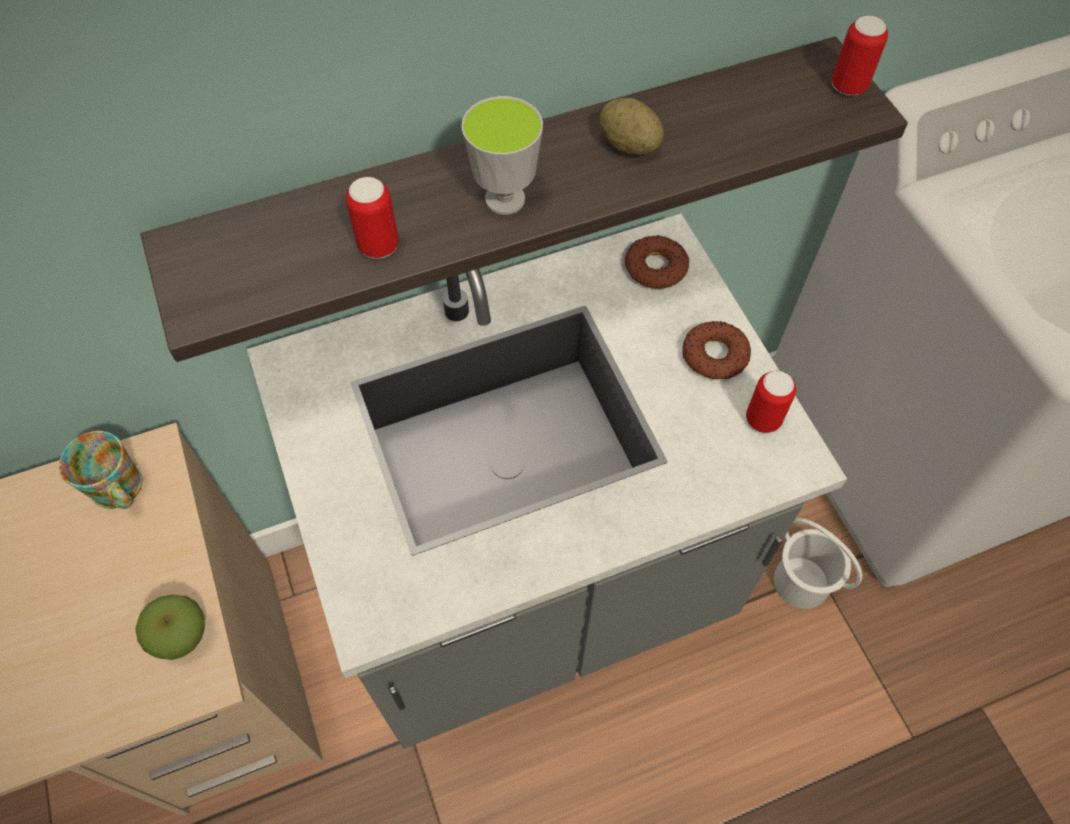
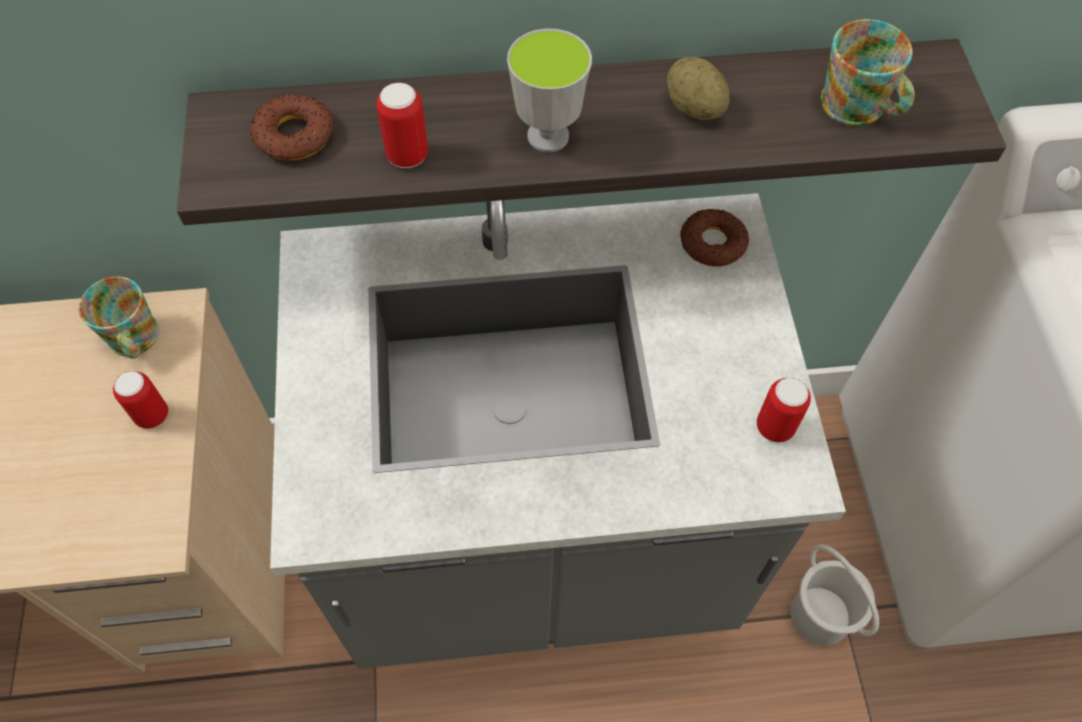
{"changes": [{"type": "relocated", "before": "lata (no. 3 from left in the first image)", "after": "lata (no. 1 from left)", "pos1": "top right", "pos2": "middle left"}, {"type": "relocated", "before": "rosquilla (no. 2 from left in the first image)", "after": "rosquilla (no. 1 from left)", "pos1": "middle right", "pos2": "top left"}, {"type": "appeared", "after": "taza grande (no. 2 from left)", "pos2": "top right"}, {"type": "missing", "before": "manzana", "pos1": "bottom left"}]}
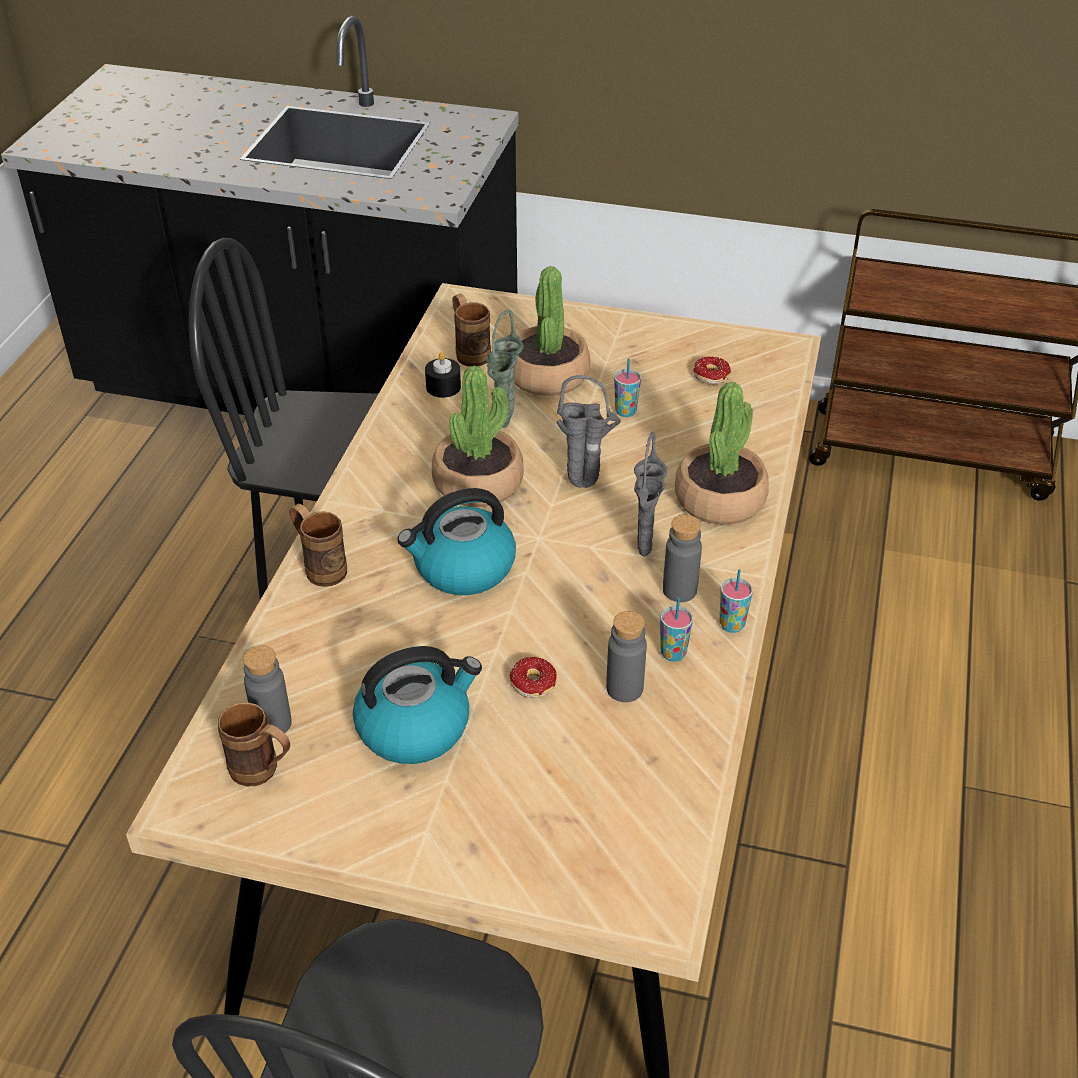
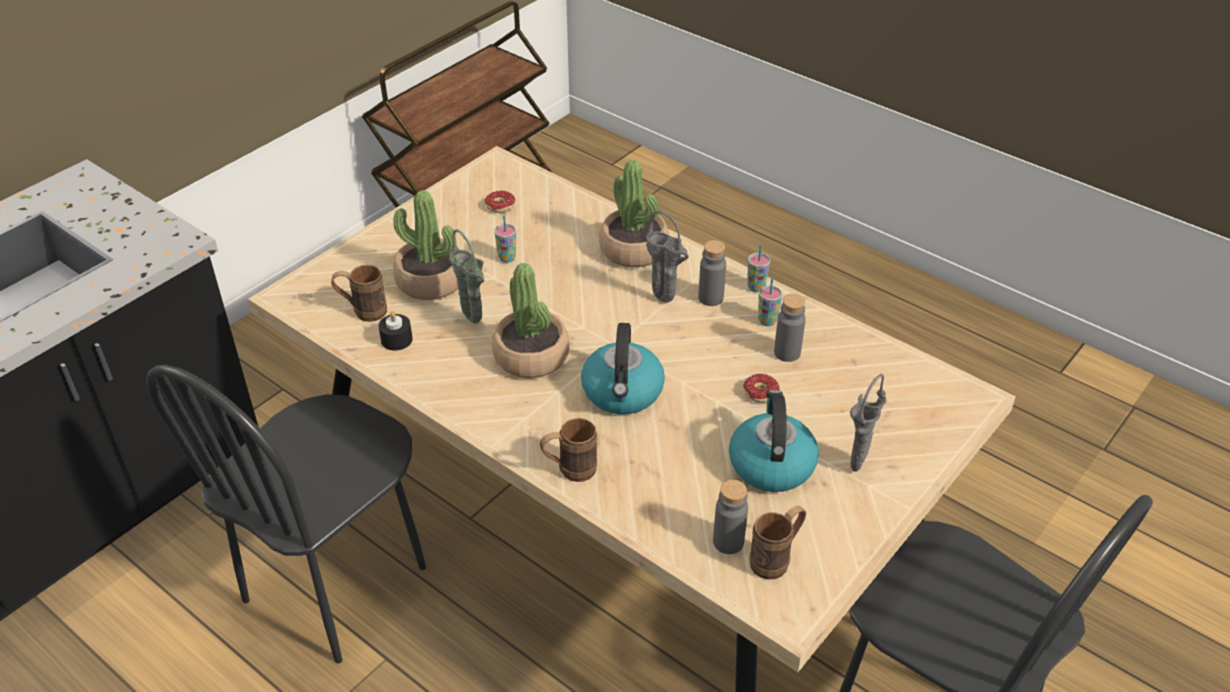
{"changes": [{"type": "relocated", "before": "florero/gris (no. 1 from left in the first image)", "after": "florero/gris (no. 2 from left)", "pos1": "centre", "pos2": "middle right"}]}
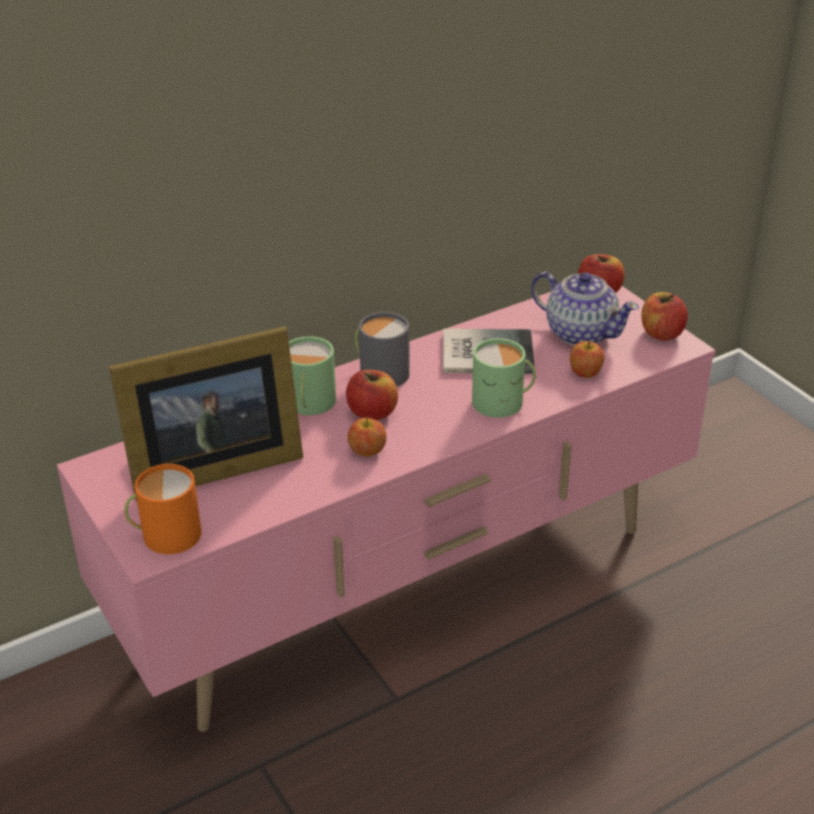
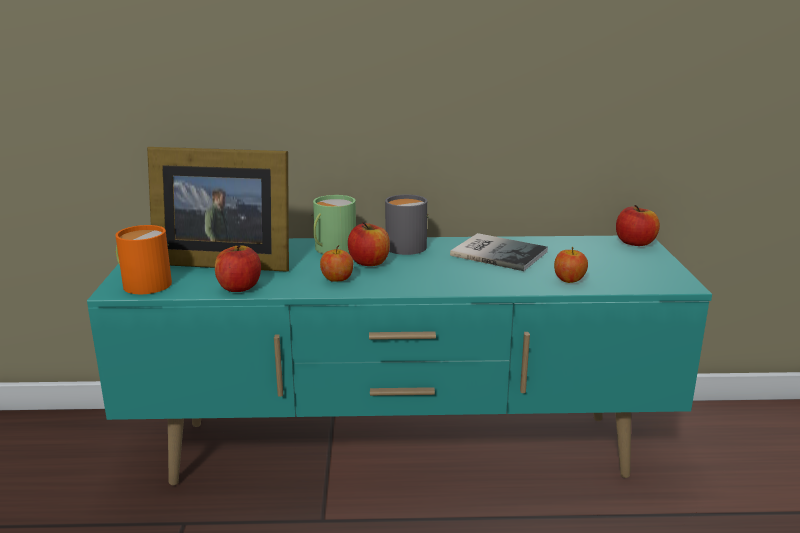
{"changes": [{"type": "colour", "before": "mueble de televisión/rosa", "after": "mueble de televisión/turquesa", "pos1": "centre", "pos2": "bottom centre"}, {"type": "relocated", "before": "manzana (no. 5 from left in the first image)", "after": "manzana (no. 1 from left)", "pos1": "middle right", "pos2": "middle left"}, {"type": "missing", "before": "taza grande/verde (no. 2 from left)", "pos1": "centre"}, {"type": "missing", "before": "tetera", "pos1": "middle right"}]}
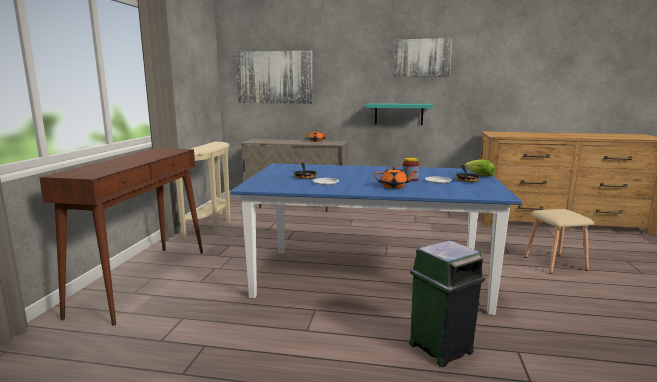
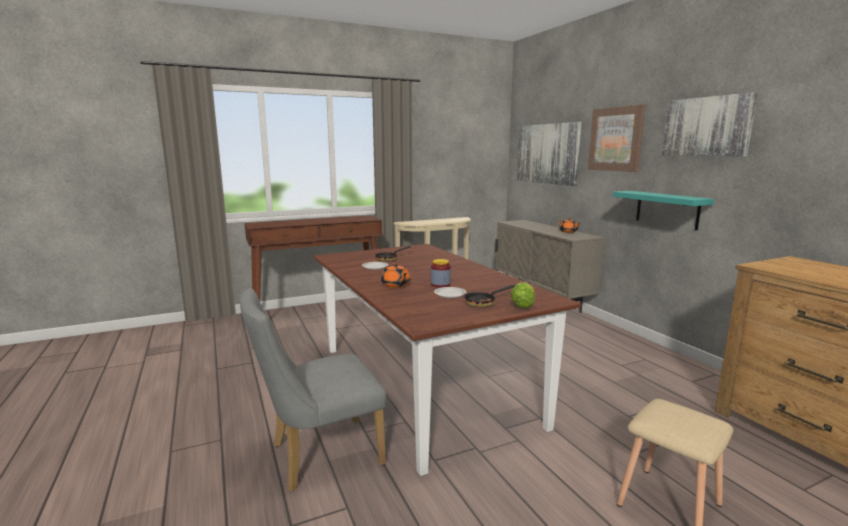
{"changes": [{"type": "exchanged", "before": "papelera/verde", "after": "silla/gris", "pos1": "bottom right", "pos2": "bottom centre"}, {"type": "colour", "before": "mesa de comedor/azul", "after": "mesa de comedor/marrón", "pos1": "centre", "pos2": "bottom centre"}, {"type": "appeared", "after": "cuadro (no. 2 from left)", "pos2": "top right"}]}
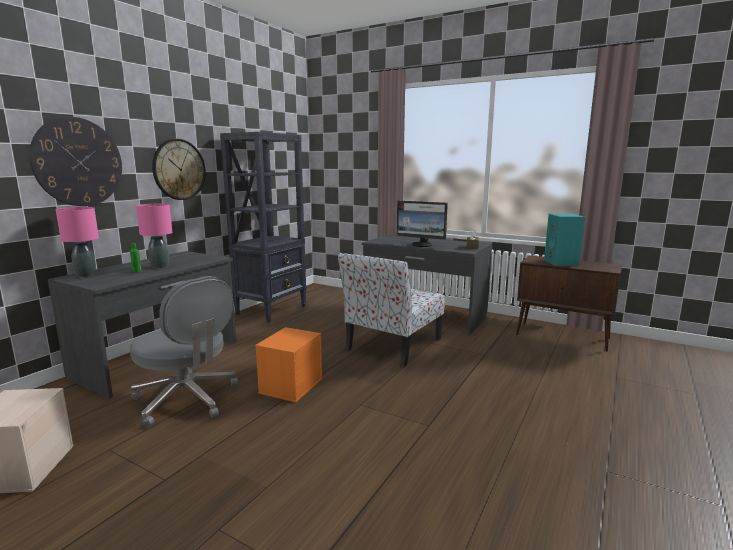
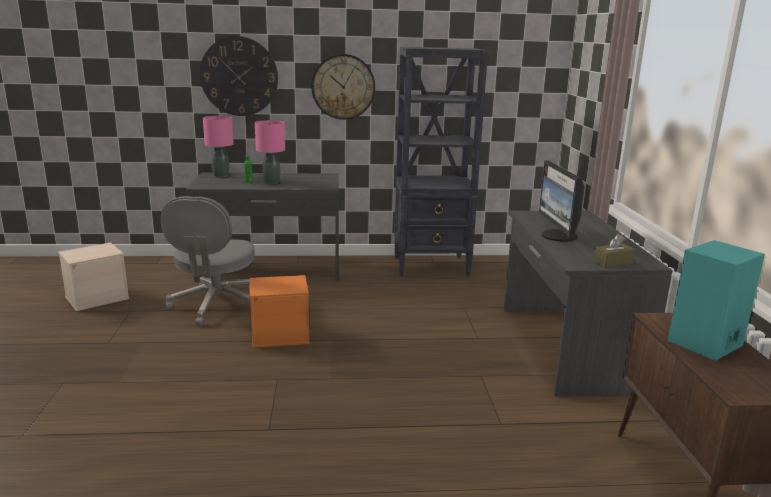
{"changes": [{"type": "missing", "before": "silla", "pos1": "centre"}]}
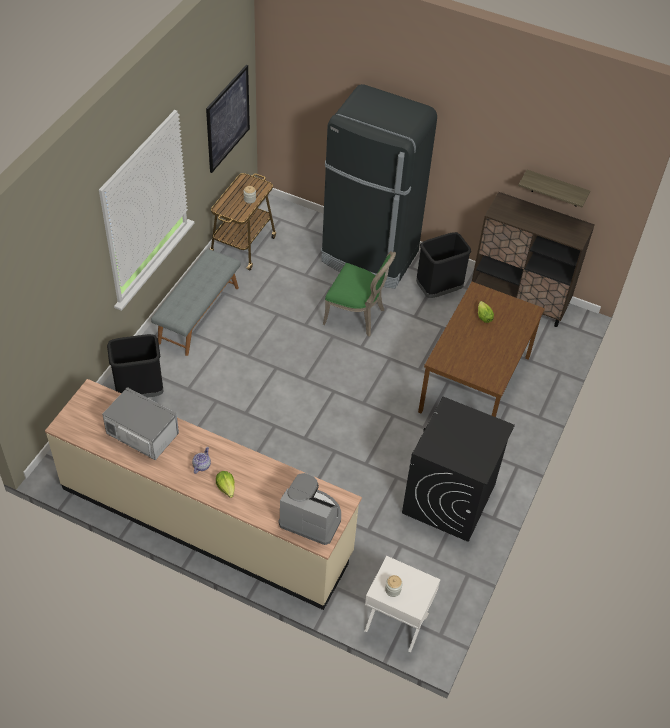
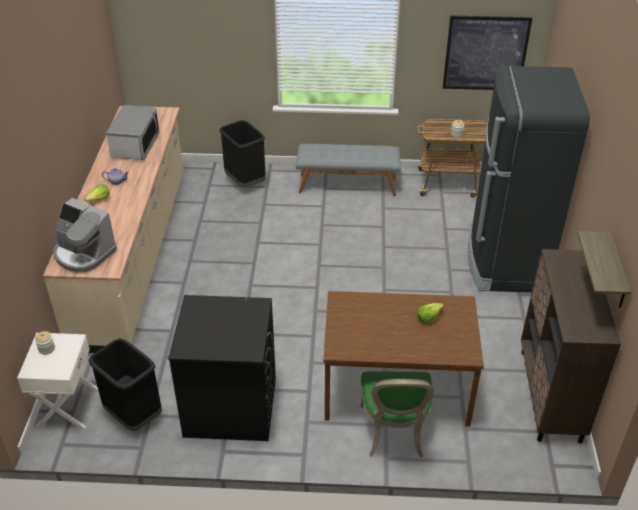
{"changes": [{"type": "spun", "before": "cafetera", "pos1": "bottom centre", "pos2": "middle left", "turn": 120}, {"type": "relocated", "before": "papelera/negro (no. 2 from left in the first image)", "after": "papelera/negro (no. 1 from left)", "pos1": "centre", "pos2": "bottom left"}, {"type": "relocated", "before": "silla/verde", "pos1": "centre", "pos2": "bottom centre"}]}
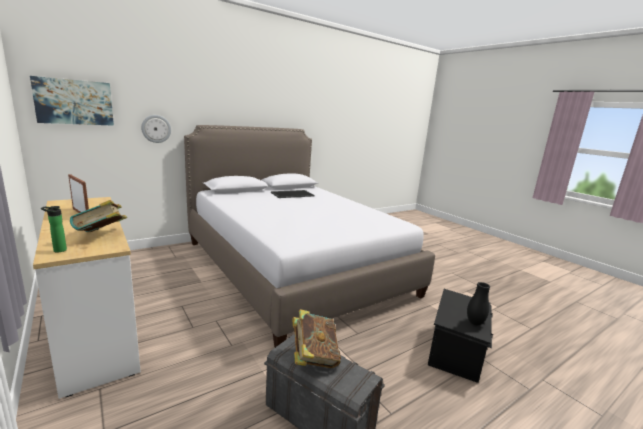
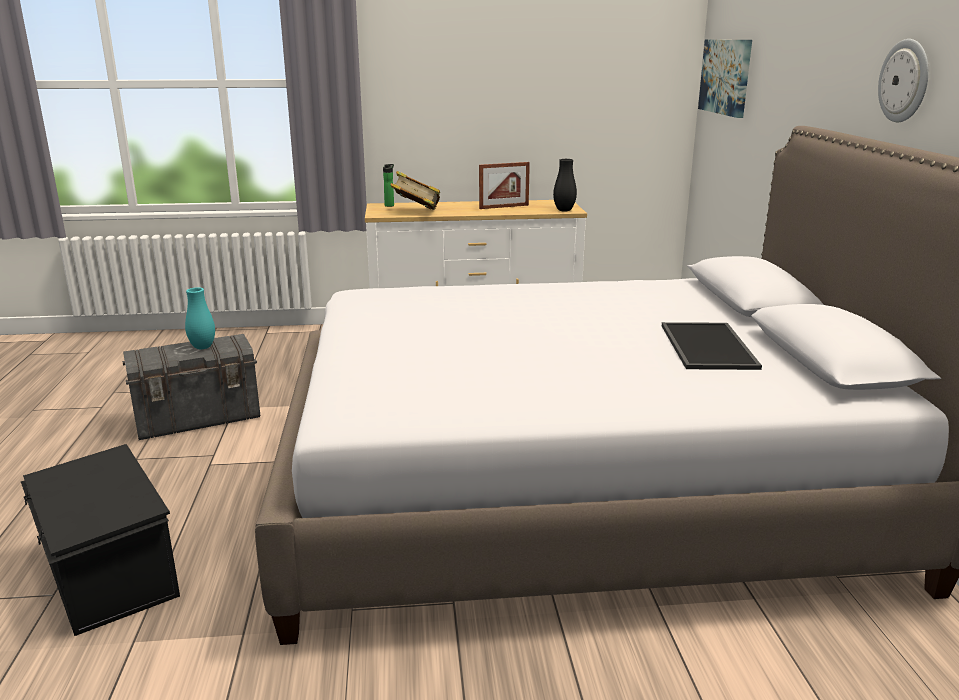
{"changes": [{"type": "exchanged", "before": "libro (no. 2 from left)", "after": "florero/turquesa", "pos1": "bottom centre", "pos2": "middle left"}, {"type": "relocated", "before": "florero/negro", "pos1": "bottom right", "pos2": "top centre"}, {"type": "relocated", "before": "reloj de pared", "pos1": "top left", "pos2": "top right"}]}
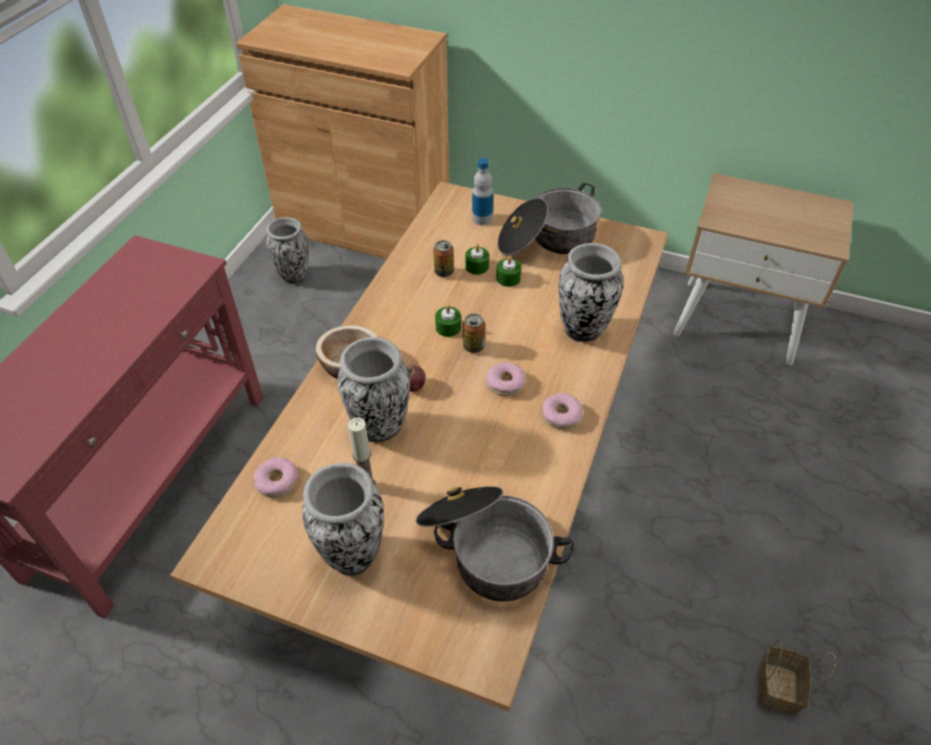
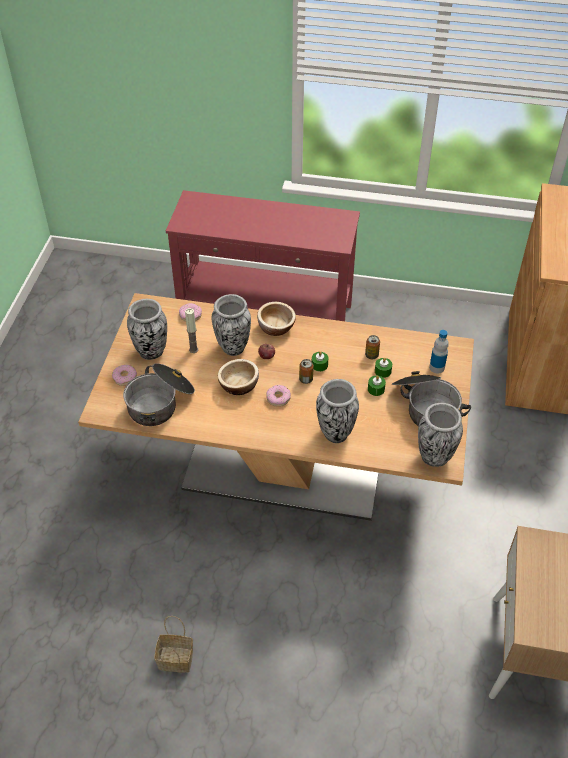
{"changes": [{"type": "relocated", "before": "rosquilla (no. 3 from left in the first image)", "after": "rosquilla (no. 1 from left)", "pos1": "centre", "pos2": "middle left"}, {"type": "appeared", "after": "cuenco (no. 1 from left)", "pos2": "centre"}, {"type": "relocated", "before": "florero (no. 1 from left in the first image)", "after": "florero (no. 4 from left)", "pos1": "middle left", "pos2": "middle right"}]}
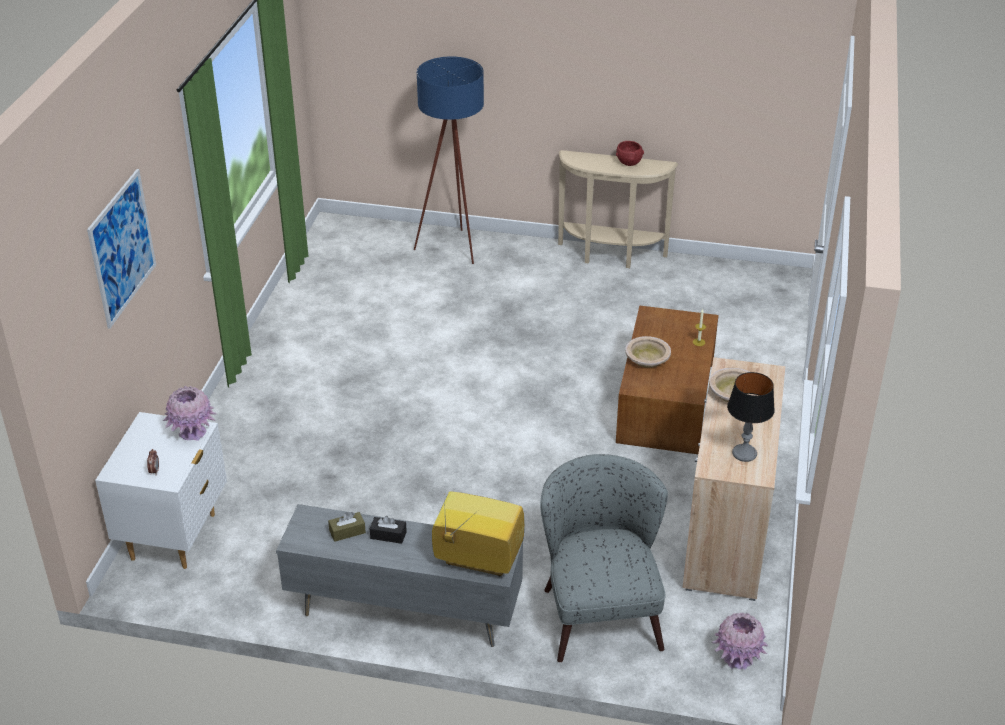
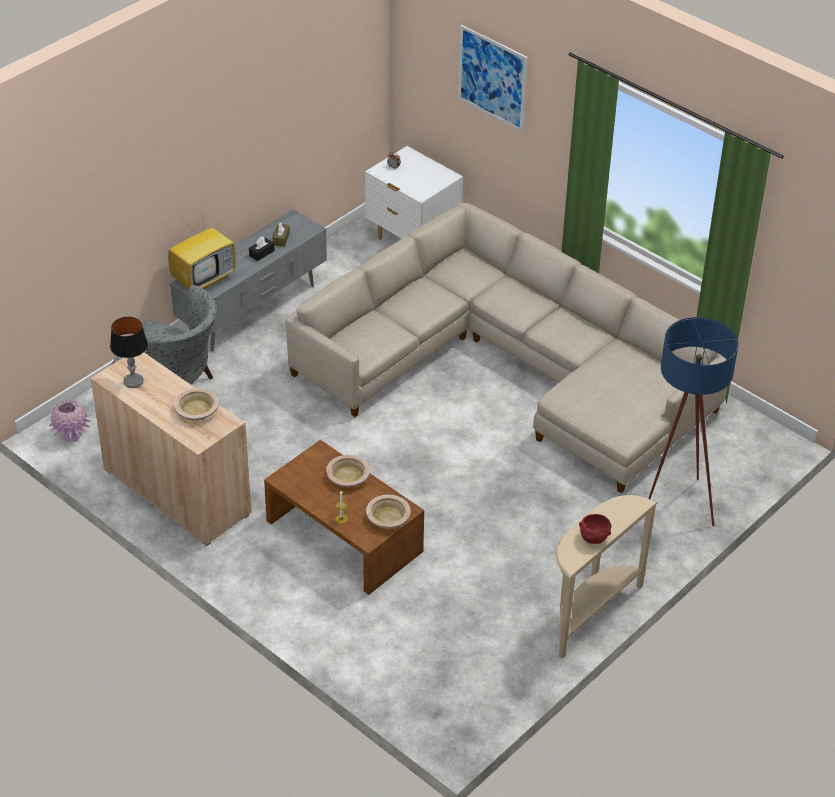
{"changes": [{"type": "appeared", "after": "sofá/beis", "pos2": "centre"}, {"type": "appeared", "after": "cuenco/beis (no. 3 from left)", "pos2": "centre"}, {"type": "missing", "before": "florero/rosa (no. 1 from left)", "pos1": "middle left"}]}
